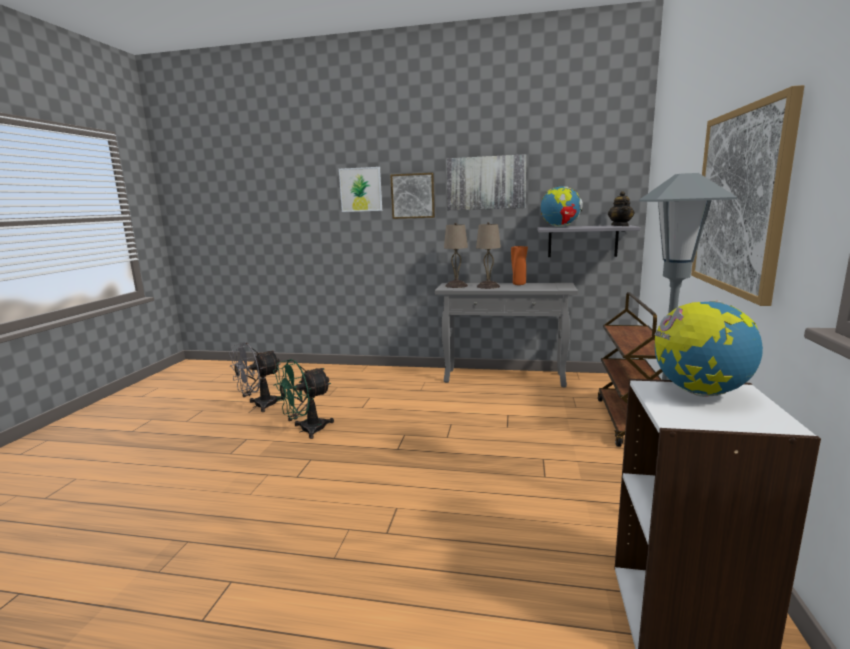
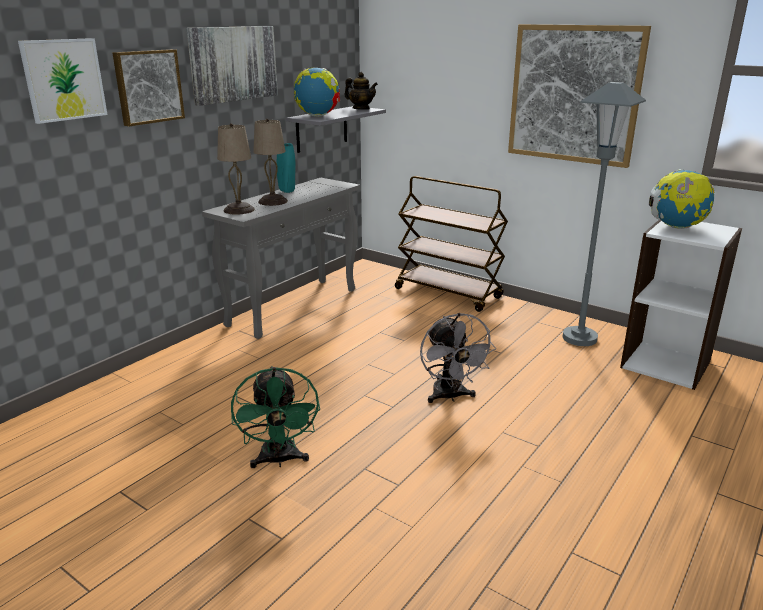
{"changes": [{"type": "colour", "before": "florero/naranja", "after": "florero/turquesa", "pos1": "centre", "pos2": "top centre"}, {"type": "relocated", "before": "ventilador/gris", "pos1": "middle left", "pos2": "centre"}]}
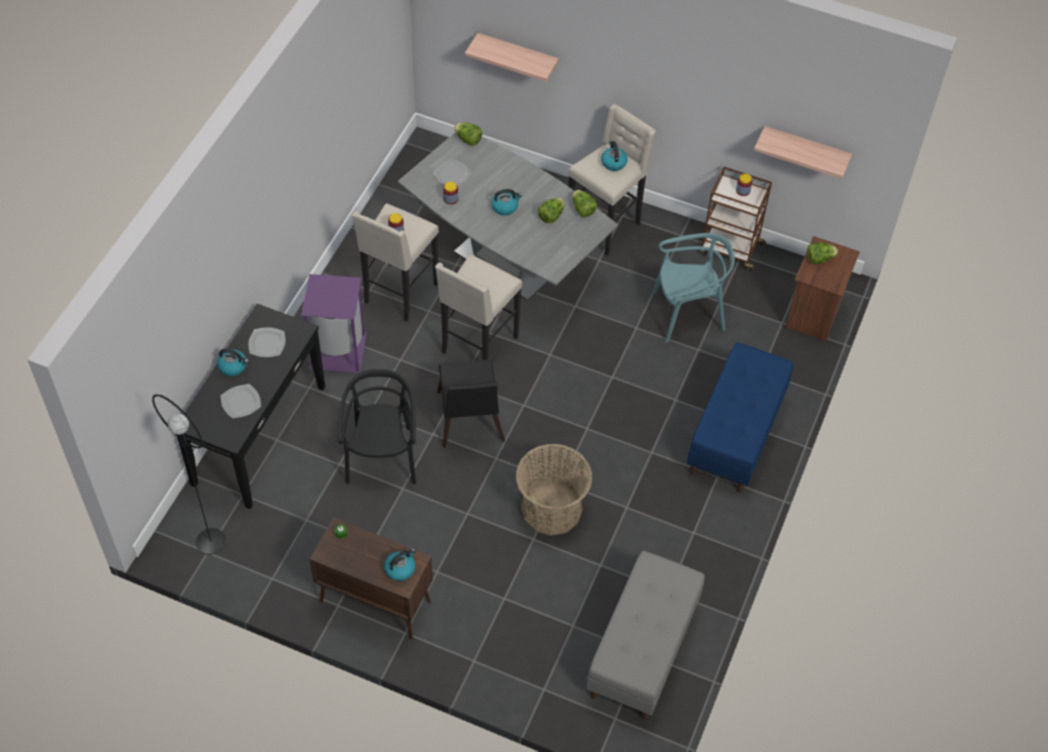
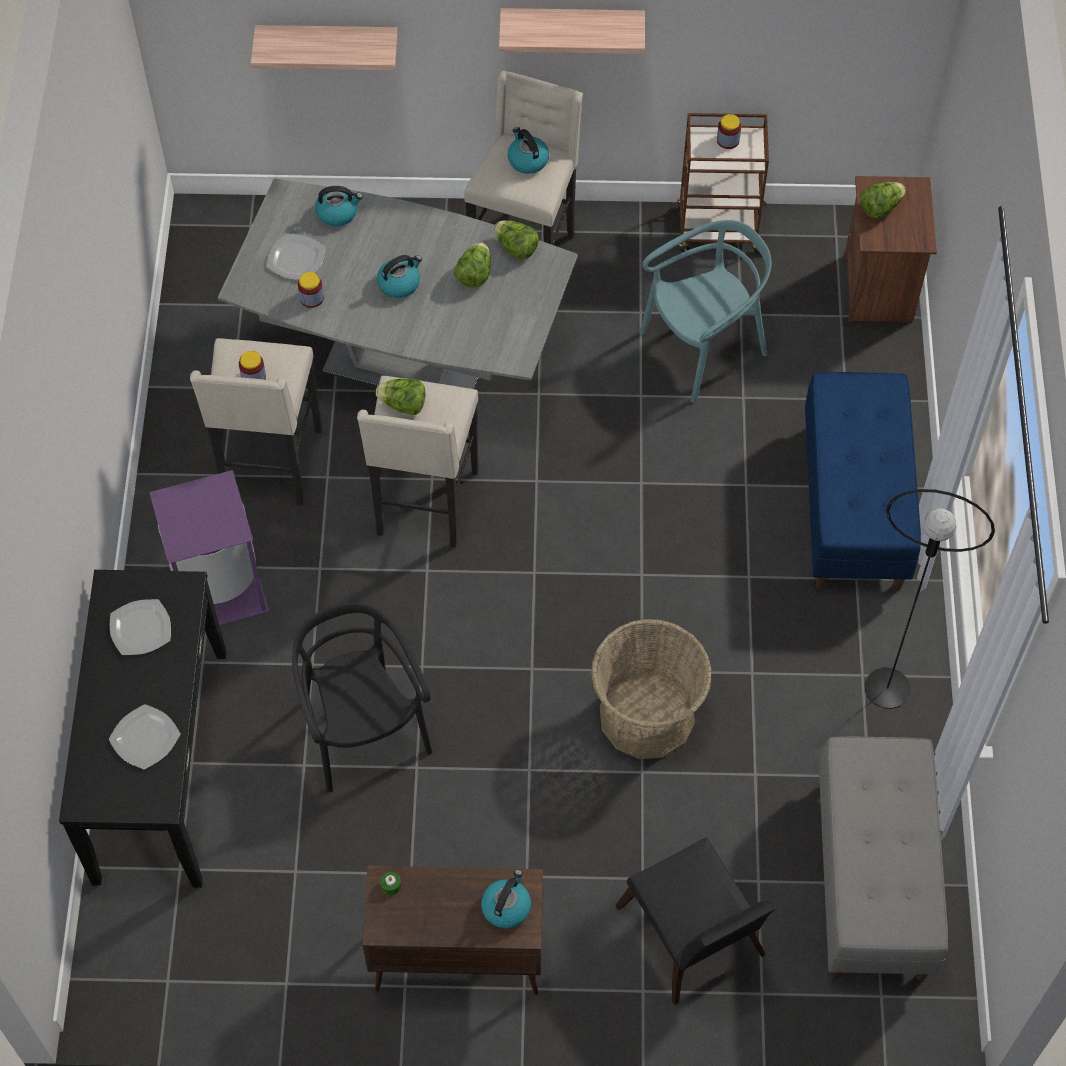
{"changes": [{"type": "relocated", "before": "hervidor (no. 1 from left)", "pos1": "middle left", "pos2": "top left"}, {"type": "relocated", "before": "lechuga (no. 1 from left)", "pos1": "top centre", "pos2": "centre"}, {"type": "relocated", "before": "estante (no. 2 from left)", "pos1": "top right", "pos2": "top centre"}, {"type": "relocated", "before": "silla/negro (no. 2 from left)", "pos1": "centre", "pos2": "bottom centre"}, {"type": "relocated", "before": "lámpara de pie/negro", "pos1": "middle left", "pos2": "middle right"}]}
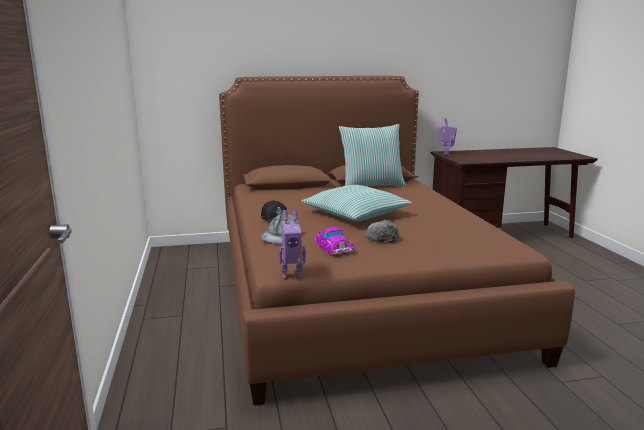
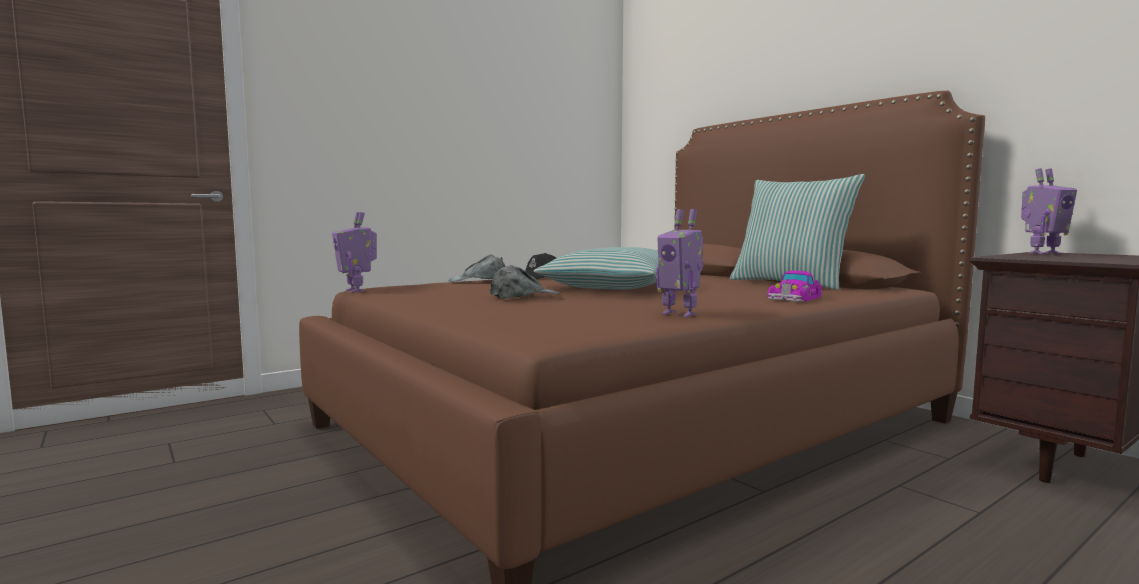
{"changes": [{"type": "appeared", "after": "robot de juguete (no. 2 from left)", "pos2": "centre"}, {"type": "relocated", "before": "coche de juguete", "pos1": "centre", "pos2": "middle right"}]}
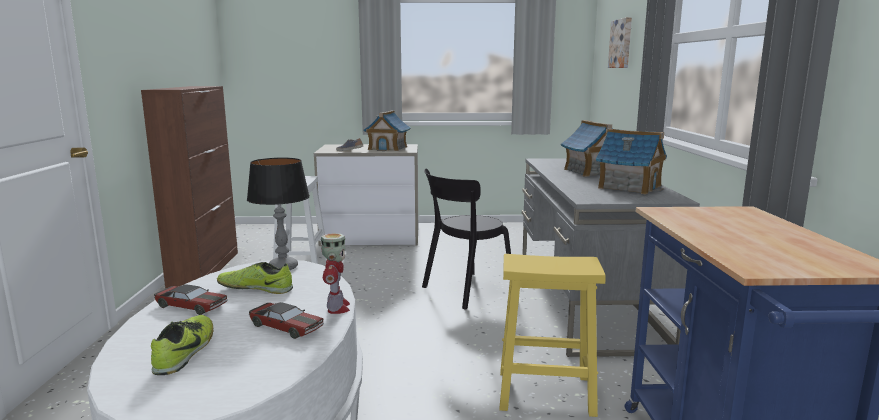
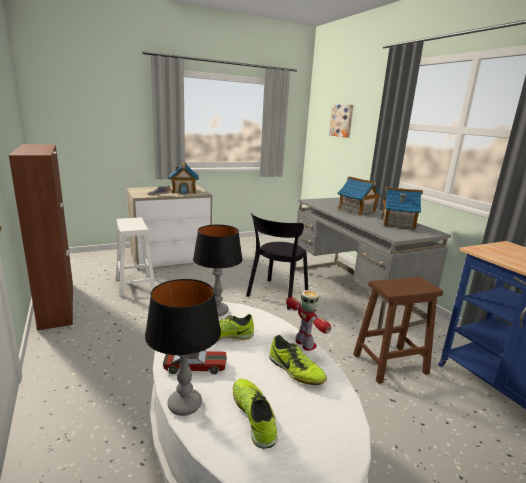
{"changes": [{"type": "appeared", "after": "lámpara de mesa (no. 1 from left)", "pos2": "bottom centre"}, {"type": "exchanged", "before": "coche de juguete (no. 2 from left)", "after": "zapato (no. 4 from left)", "pos1": "bottom left", "pos2": "bottom centre"}, {"type": "colour", "before": "taburete/amarillo", "after": "taburete/marrón", "pos1": "bottom centre", "pos2": "bottom right"}]}
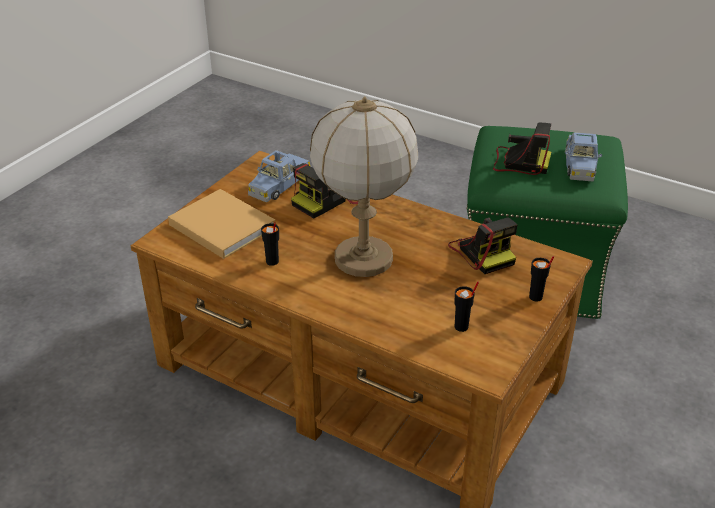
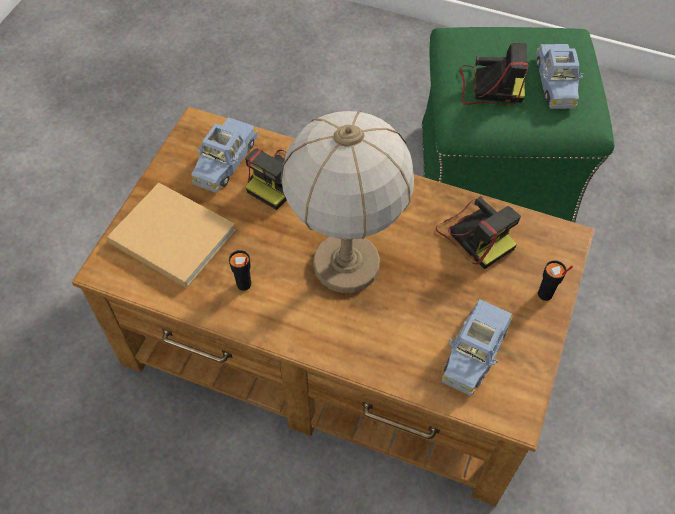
{"changes": [{"type": "exchanged", "before": "taza/negro (no. 2 from left)", "after": "coche de juguete/azul (no. 2 from left)", "pos1": "centre", "pos2": "bottom right"}]}
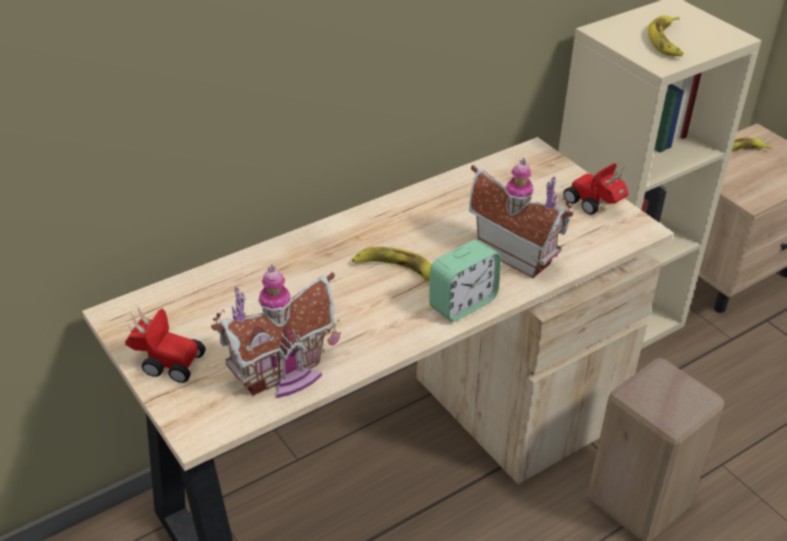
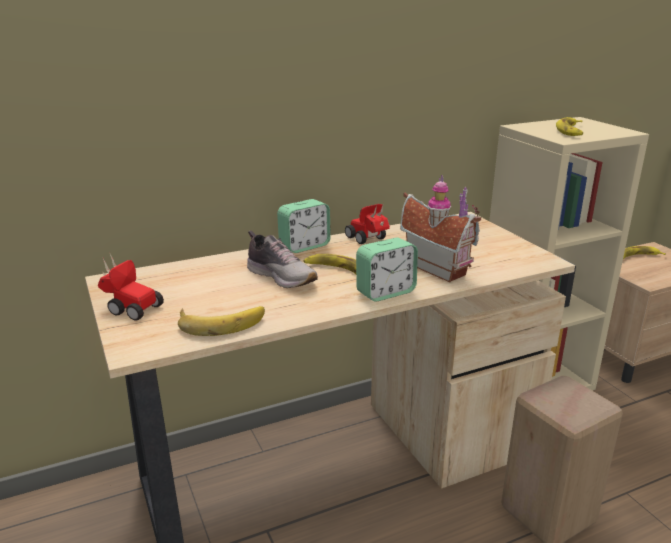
{"changes": [{"type": "exchanged", "before": "casita (no. 1 from left)", "after": "plátano (no. 1 from left)", "pos1": "centre", "pos2": "middle left"}, {"type": "appeared", "after": "zapato", "pos2": "centre"}, {"type": "appeared", "after": "despertador (no. 1 from left)", "pos2": "centre"}, {"type": "relocated", "before": "coche de juguete (no. 2 from left)", "pos1": "middle right", "pos2": "centre"}]}
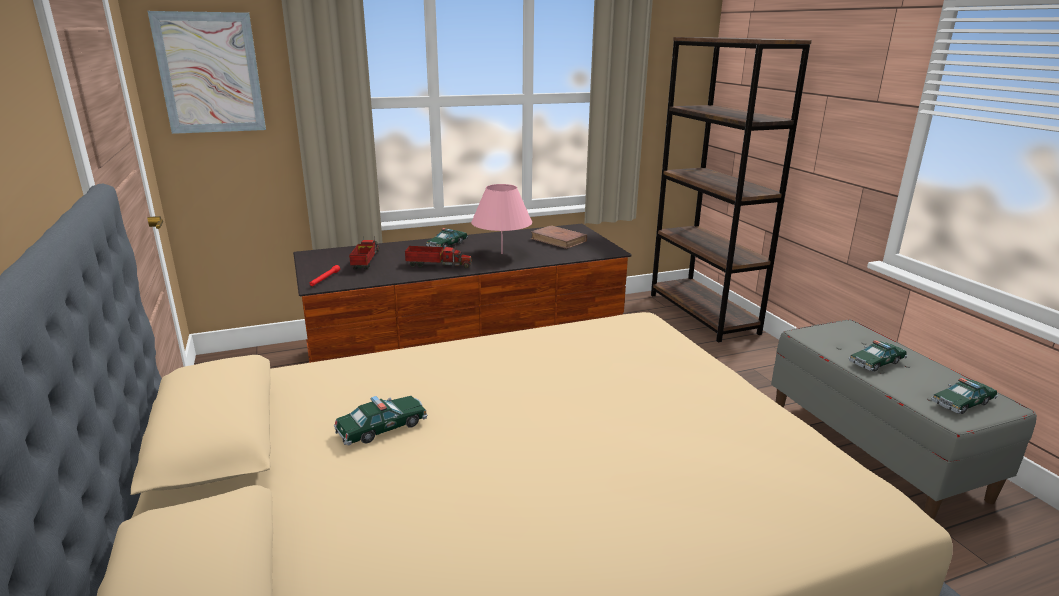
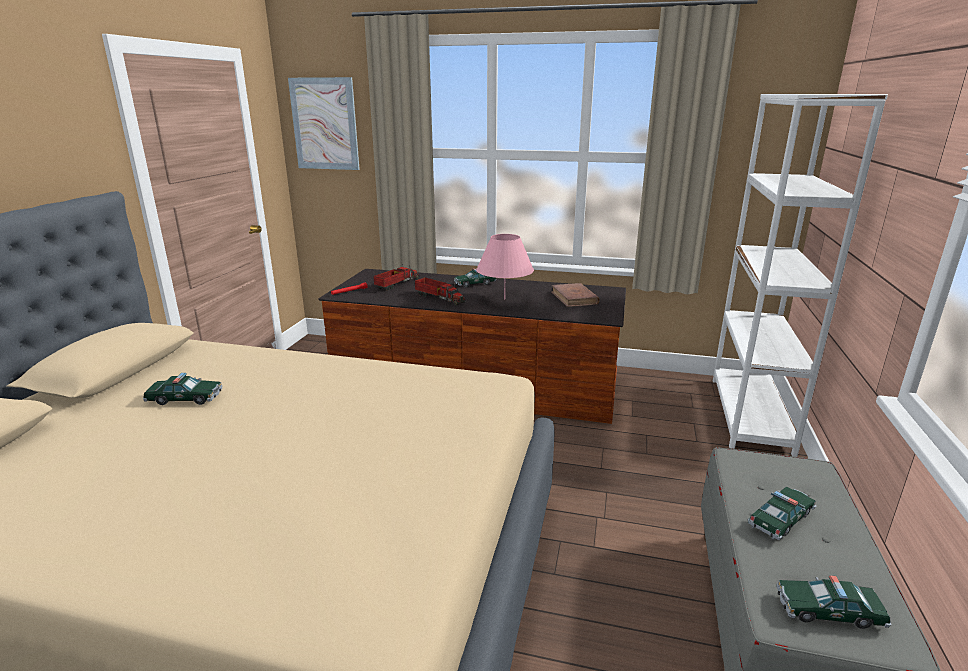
{"changes": [{"type": "colour", "before": "estantería/marrón", "after": "estantería/blanco", "pos1": "top right", "pos2": "middle right"}, {"type": "spun", "before": "coche de juguete (no. 3 from left)", "pos1": "middle right", "pos2": "bottom right", "turn": 135}]}
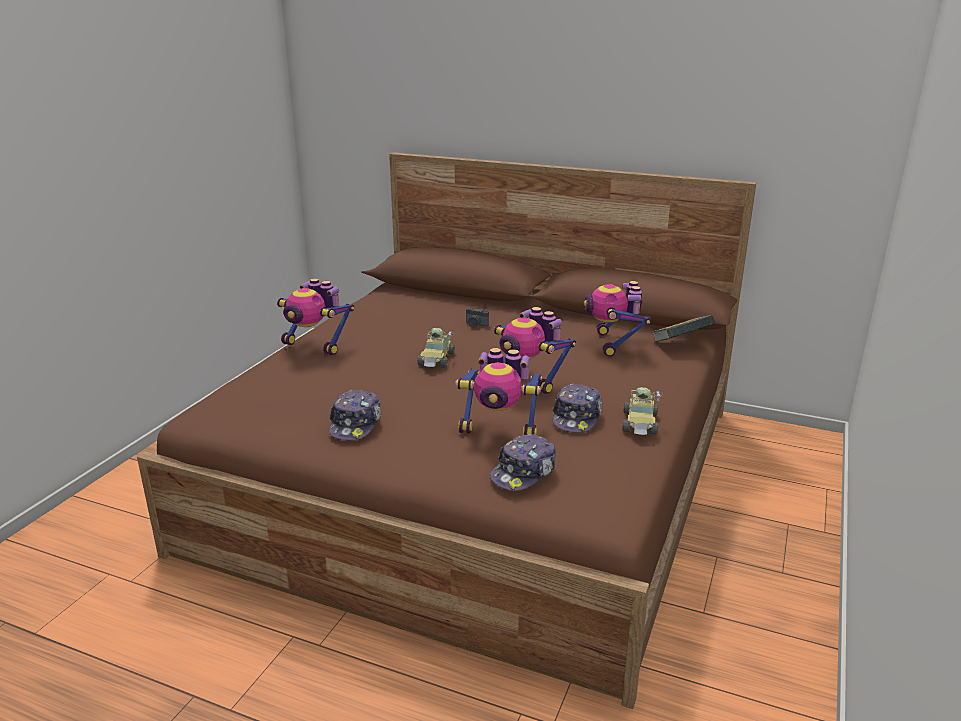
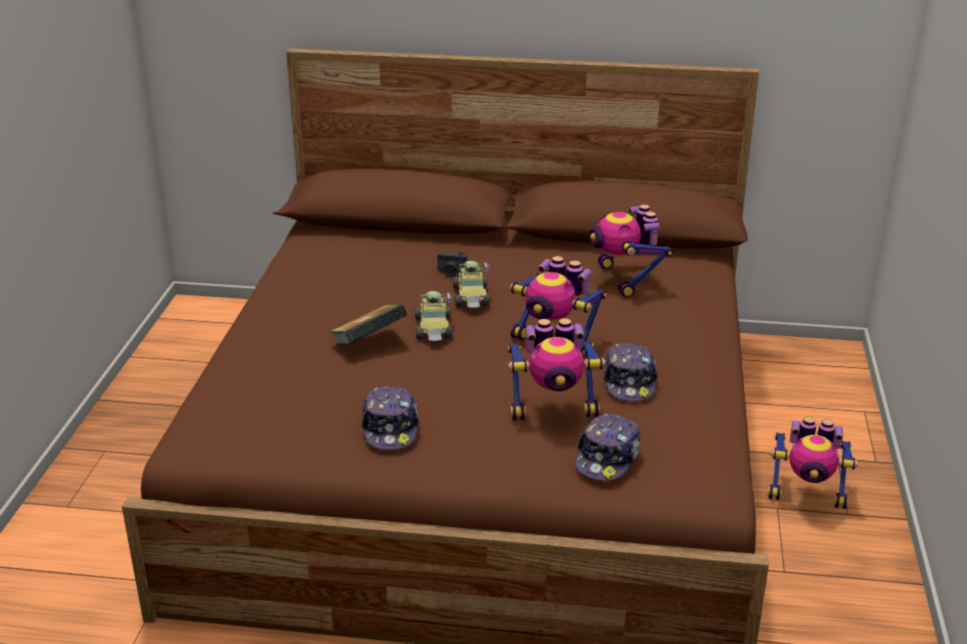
{"changes": [{"type": "relocated", "before": "libro", "pos1": "middle right", "pos2": "centre"}, {"type": "relocated", "before": "coche de juguete (no. 2 from left)", "pos1": "middle right", "pos2": "centre"}, {"type": "relocated", "before": "robot de juguete (no. 1 from left in the first image)", "after": "robot de juguete (no. 4 from left)", "pos1": "middle left", "pos2": "bottom right"}]}
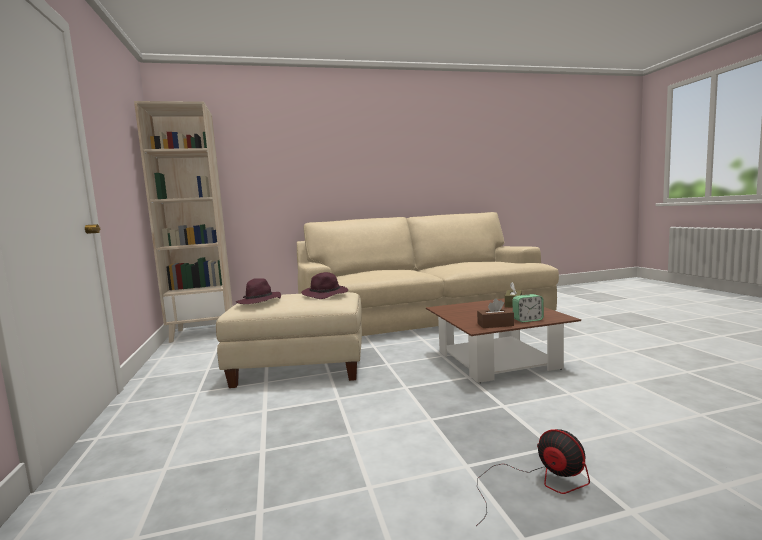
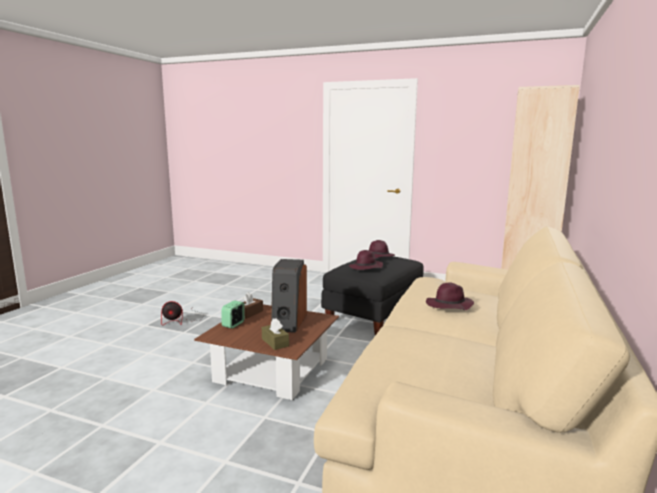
{"changes": [{"type": "appeared", "after": "altavoz", "pos2": "centre"}, {"type": "colour", "before": "puf/beis", "after": "puf/negro", "pos1": "centre", "pos2": "centre"}, {"type": "appeared", "after": "sombrero/morado (no. 3 from left)", "pos2": "middle right"}]}
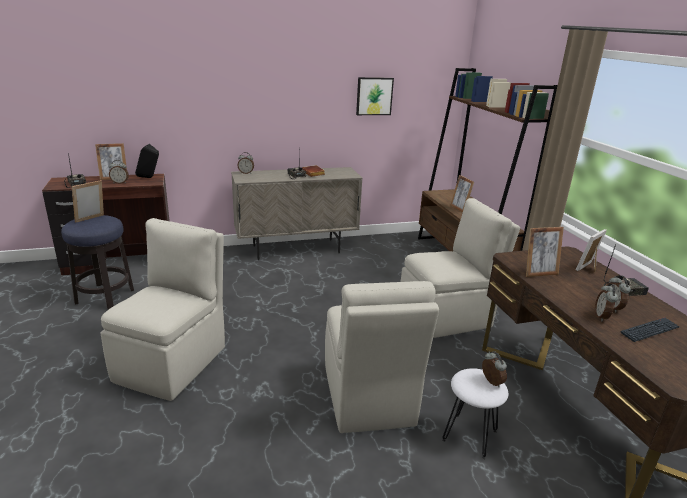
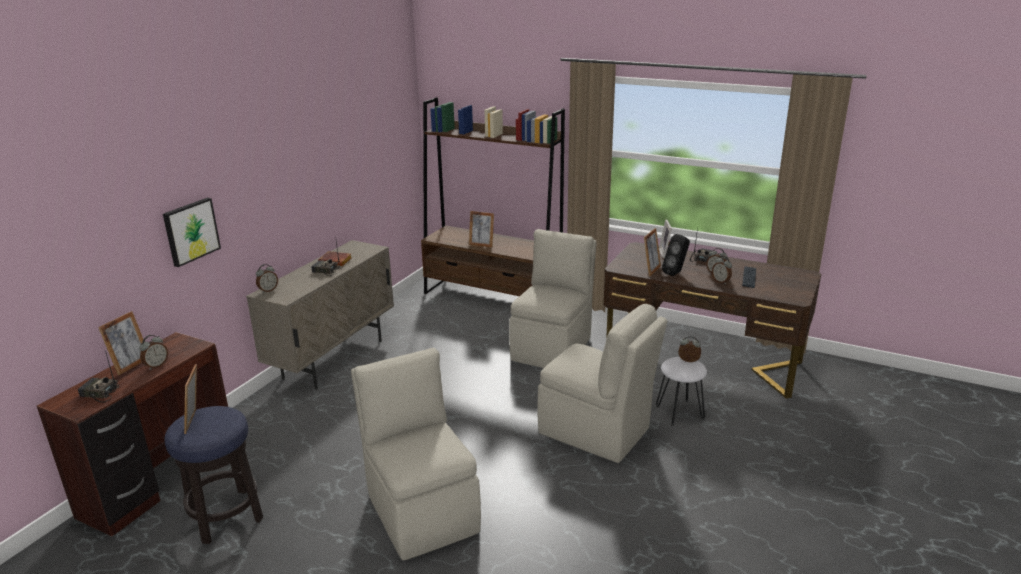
{"changes": [{"type": "relocated", "before": "cuadro", "pos1": "top centre", "pos2": "middle left"}, {"type": "relocated", "before": "altavoz/negro", "pos1": "top left", "pos2": "centre"}]}
